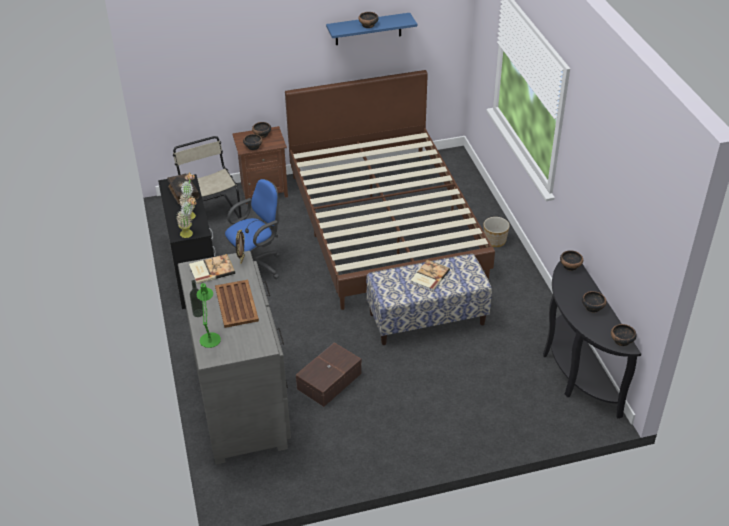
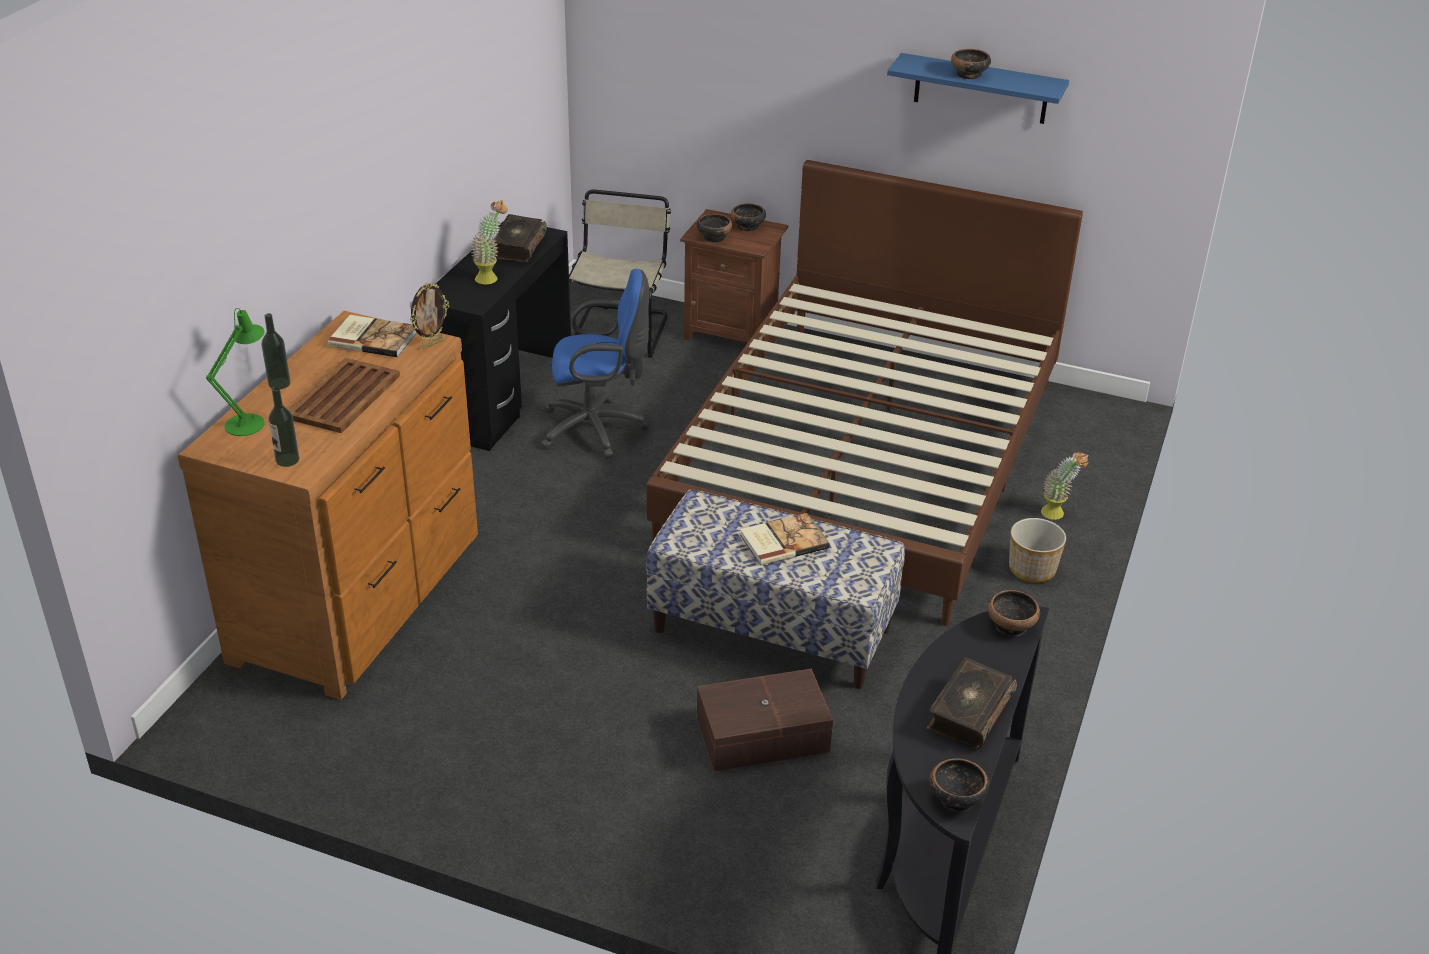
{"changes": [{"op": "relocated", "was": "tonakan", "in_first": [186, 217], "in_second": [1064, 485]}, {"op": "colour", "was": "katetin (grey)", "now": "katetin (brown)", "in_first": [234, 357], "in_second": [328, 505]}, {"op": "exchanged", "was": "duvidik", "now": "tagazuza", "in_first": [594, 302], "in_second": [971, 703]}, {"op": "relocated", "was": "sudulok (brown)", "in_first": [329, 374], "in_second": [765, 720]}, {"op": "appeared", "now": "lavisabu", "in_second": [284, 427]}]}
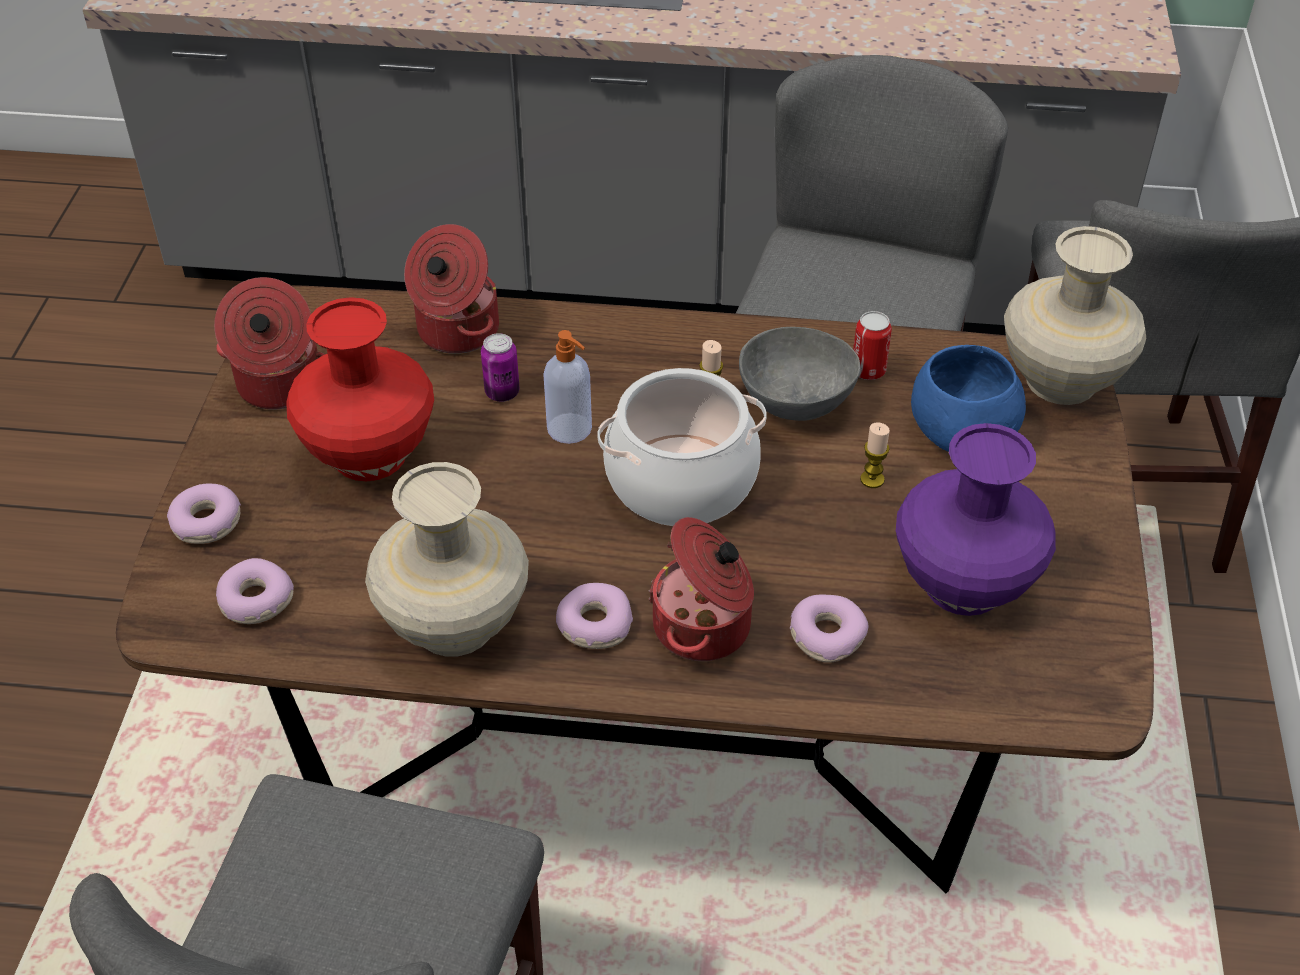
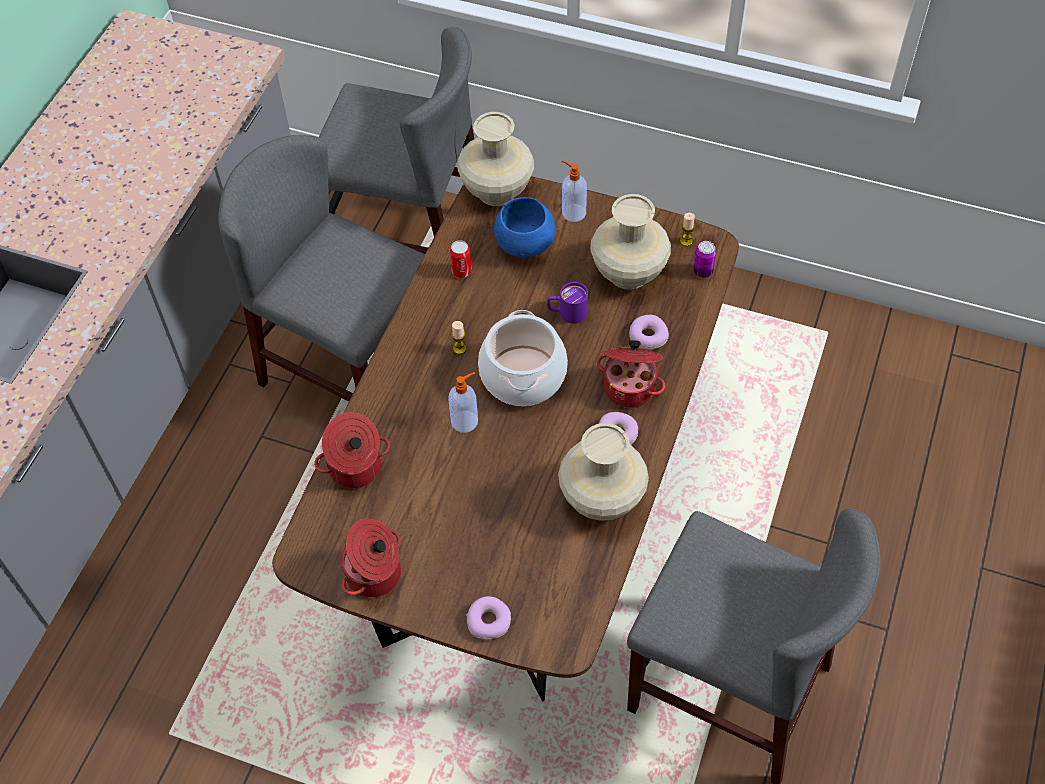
{"changes": [{"op": "missing", "was": "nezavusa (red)", "in_first": [360, 389]}, {"op": "missing", "was": "duvidik (grey)", "in_first": [799, 374]}, {"op": "relocated", "was": "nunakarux", "in_first": [500, 367], "in_second": [704, 259]}, {"op": "relocated", "was": "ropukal", "in_first": [875, 455], "in_second": [687, 229]}, {"op": "colour", "was": "nezavusa (purple)", "now": "nezavusa (beige)", "in_first": [976, 519], "in_second": [630, 242]}, {"op": "missing", "was": "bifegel", "in_first": [255, 591]}, {"op": "appeared", "now": "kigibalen", "in_second": [574, 191]}, {"op": "appeared", "now": "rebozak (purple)", "in_second": [567, 303]}]}
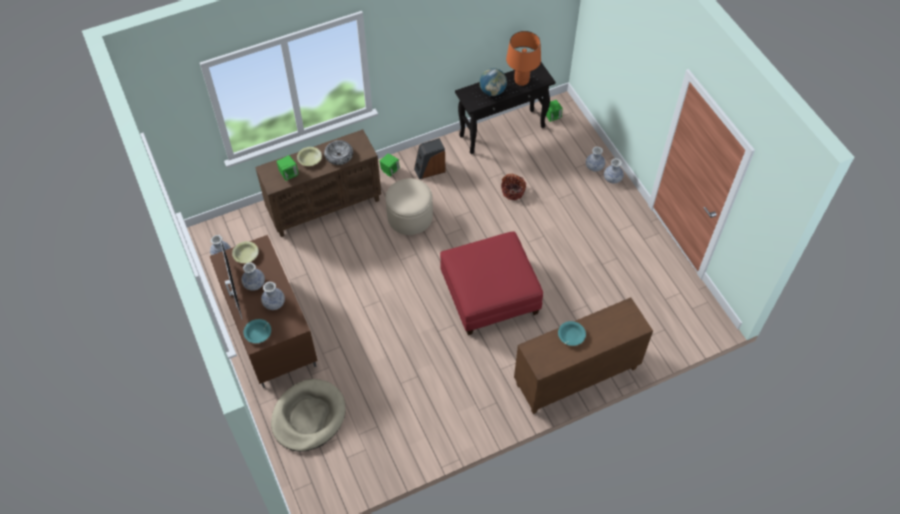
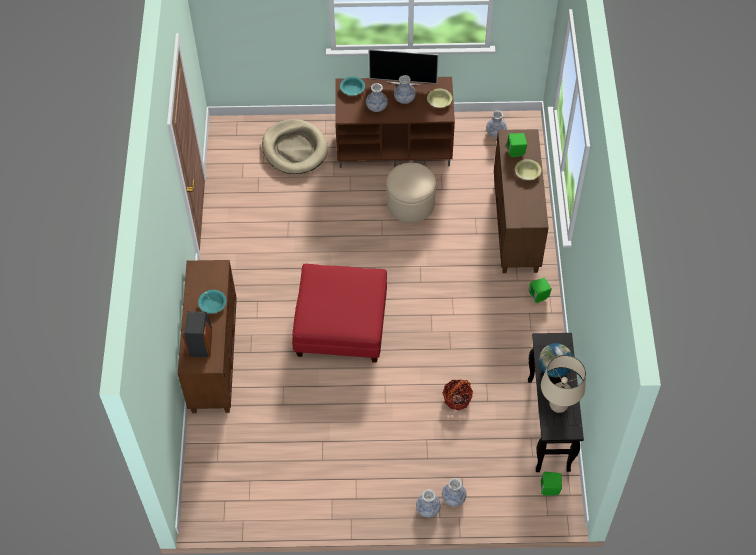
{"changes": [{"op": "colour", "was": "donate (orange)", "now": "donate (beige)", "in_first": [523, 58], "in_second": [563, 384]}, {"op": "relocated", "was": "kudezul", "in_first": [430, 158], "in_second": [197, 334]}, {"op": "missing", "was": "duvidik", "in_first": [338, 152]}, {"op": "relocated", "was": "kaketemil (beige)", "in_first": [409, 206], "in_second": [411, 193]}]}
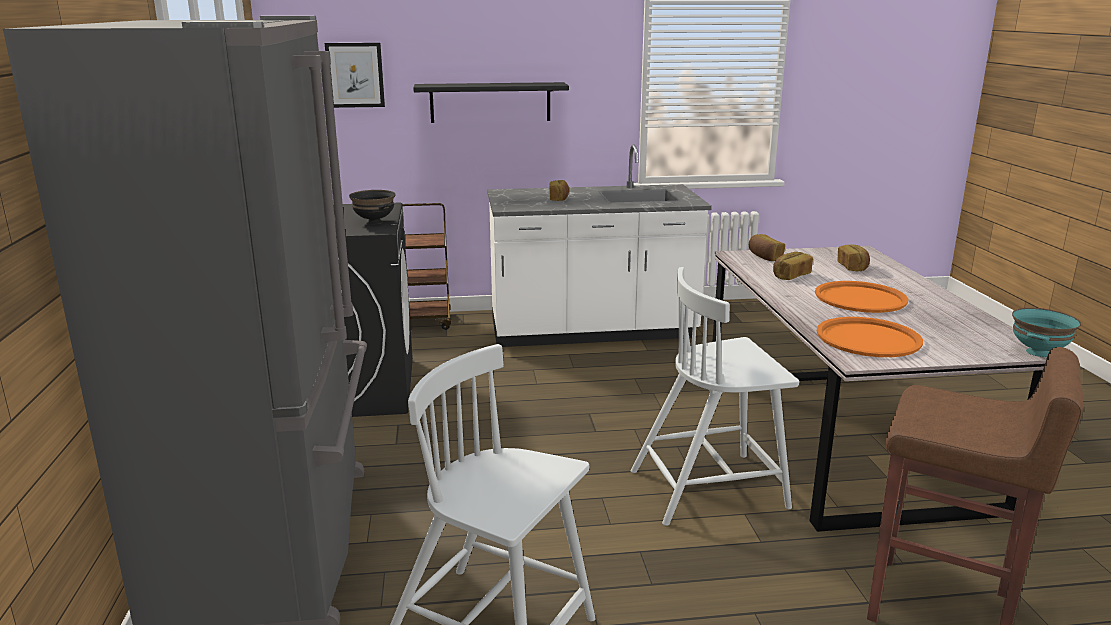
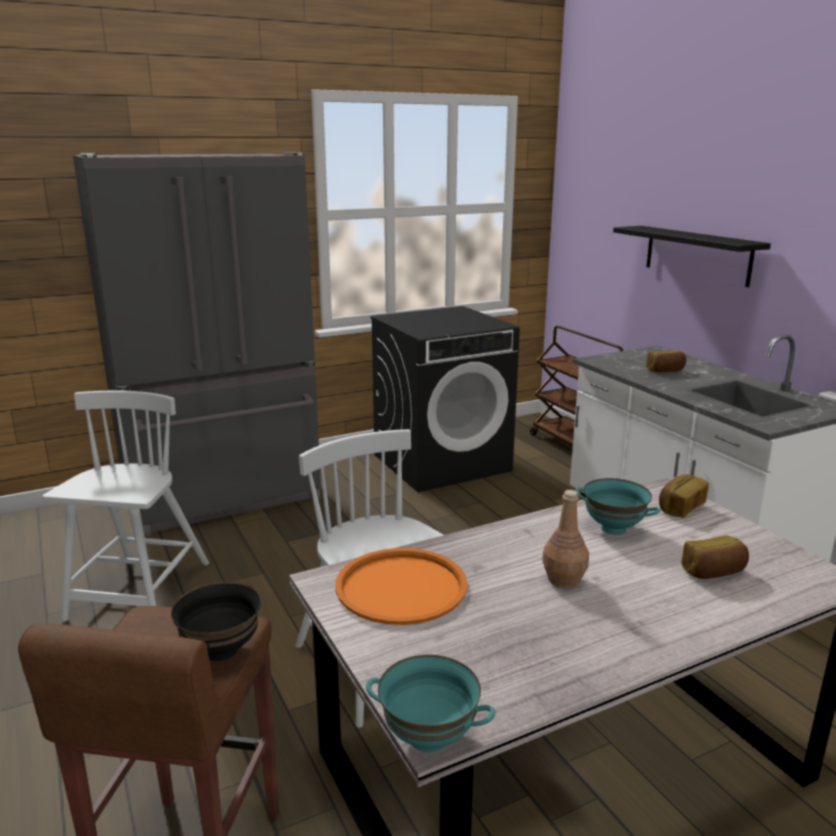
{"changes": [{"op": "missing", "was": "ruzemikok", "in_first": [355, 75]}, {"op": "relocated", "was": "duvidik (black)", "in_first": [372, 207], "in_second": [216, 621]}, {"op": "exchanged", "was": "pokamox", "now": "duvidik (turquoise)", "in_first": [793, 266], "in_second": [617, 506]}, {"op": "exchanged", "was": "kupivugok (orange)", "now": "lavisabu (brown)", "in_first": [861, 297], "in_second": [565, 539]}]}
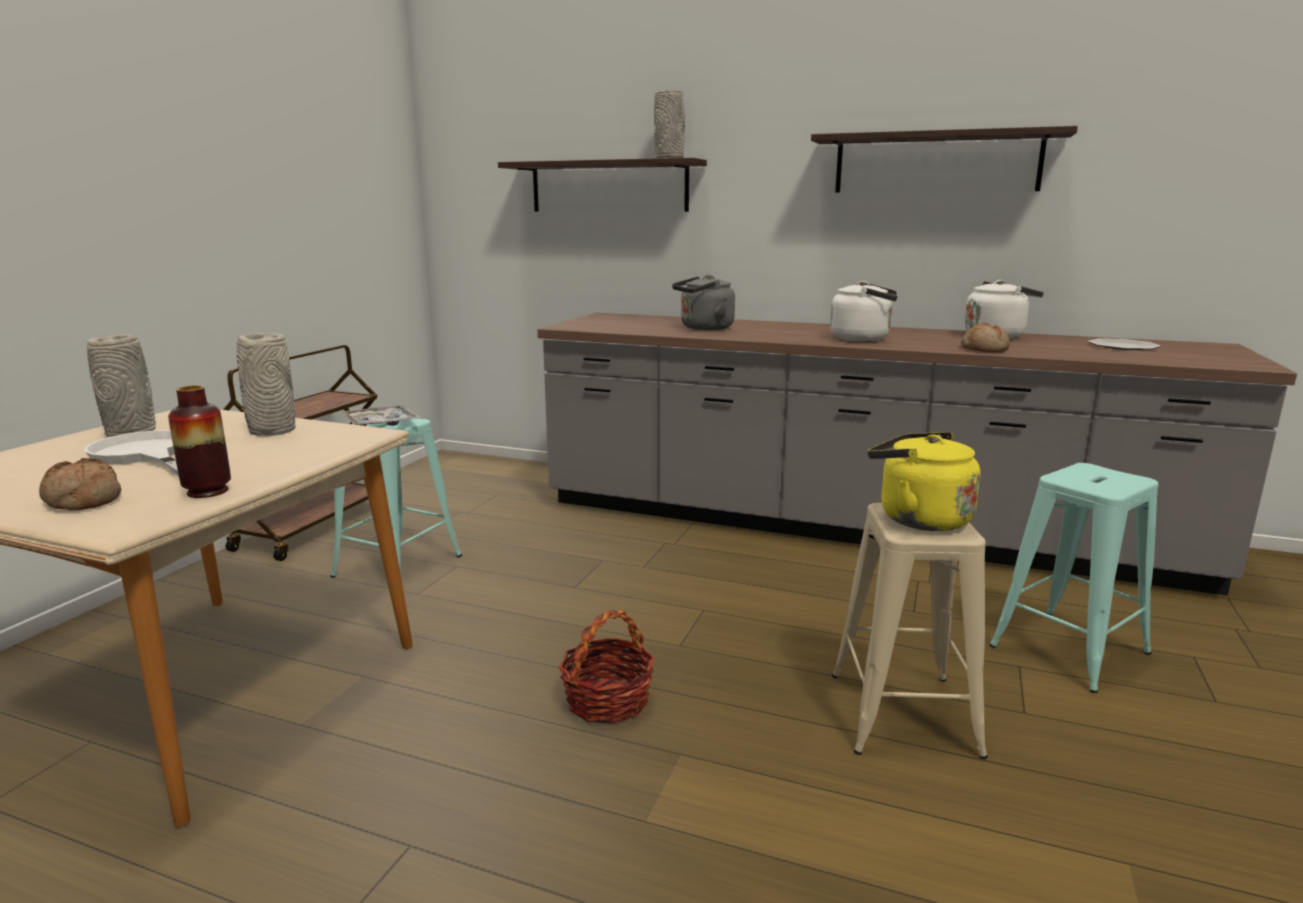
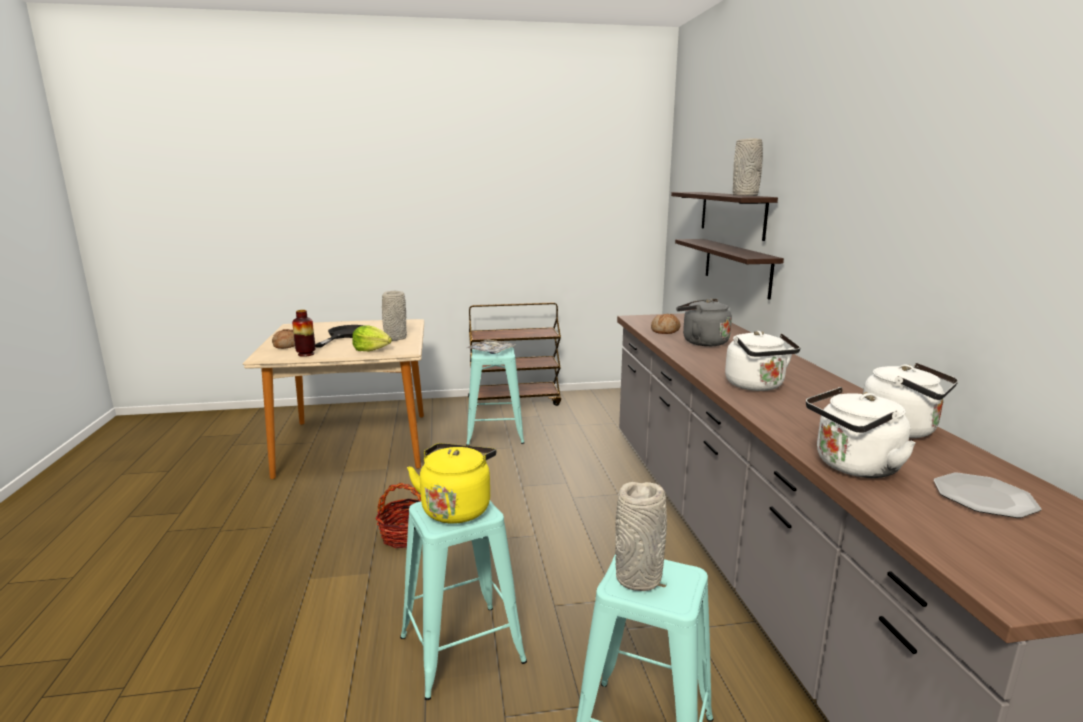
{"changes": [{"op": "relocated", "was": "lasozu", "in_first": [944, 159], "in_second": [729, 269]}, {"op": "relocated", "was": "pokamox", "in_first": [985, 338], "in_second": [665, 324]}, {"op": "relocated", "was": "nezavusa (grey)", "in_first": [121, 385], "in_second": [641, 536]}, {"op": "colour", "was": "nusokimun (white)", "now": "nusokimun (black)", "in_first": [131, 453], "in_second": [339, 336]}, {"op": "colour", "was": "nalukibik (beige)", "now": "nalukibik (turquoise)", "in_first": [910, 631], "in_second": [463, 600]}, {"op": "appeared", "now": "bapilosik", "in_second": [372, 338]}, {"op": "appeared", "now": "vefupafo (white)", "in_second": [861, 432]}]}
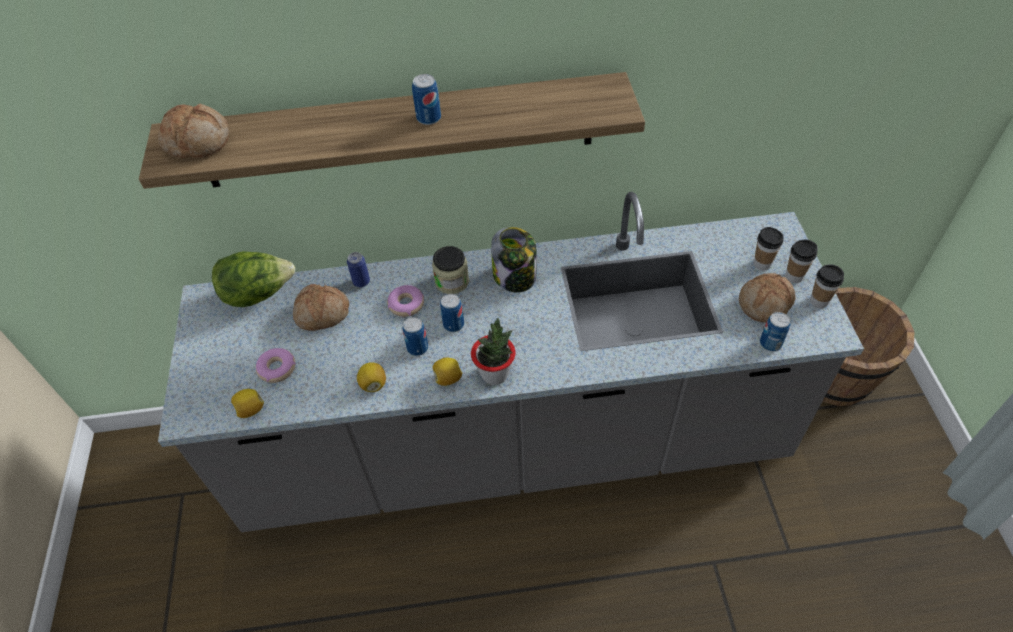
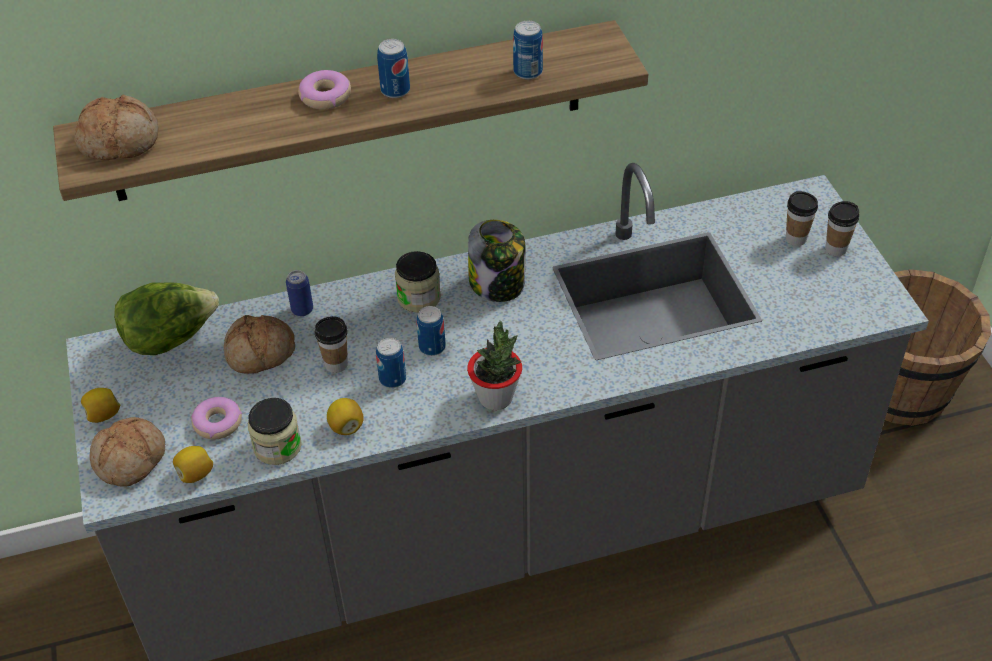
{"changes": [{"op": "relocated", "was": "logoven", "in_first": [827, 286], "in_second": [331, 344]}, {"op": "relocated", "was": "pokamox", "in_first": [767, 298], "in_second": [127, 452]}, {"op": "relocated", "was": "bifegel", "in_first": [405, 301], "in_second": [324, 90]}, {"op": "relocated", "was": "nunakarux", "in_first": [775, 331], "in_second": [528, 50]}, {"op": "relocated", "was": "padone", "in_first": [447, 372], "in_second": [100, 405]}, {"op": "appeared", "now": "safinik", "in_second": [275, 431]}]}
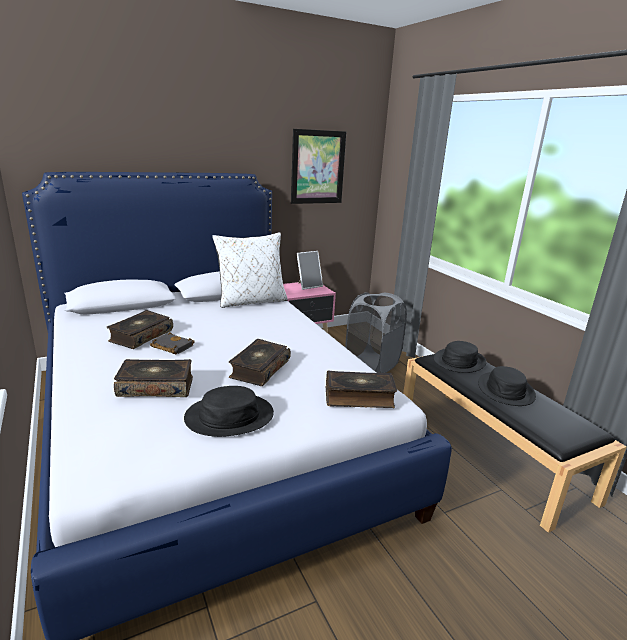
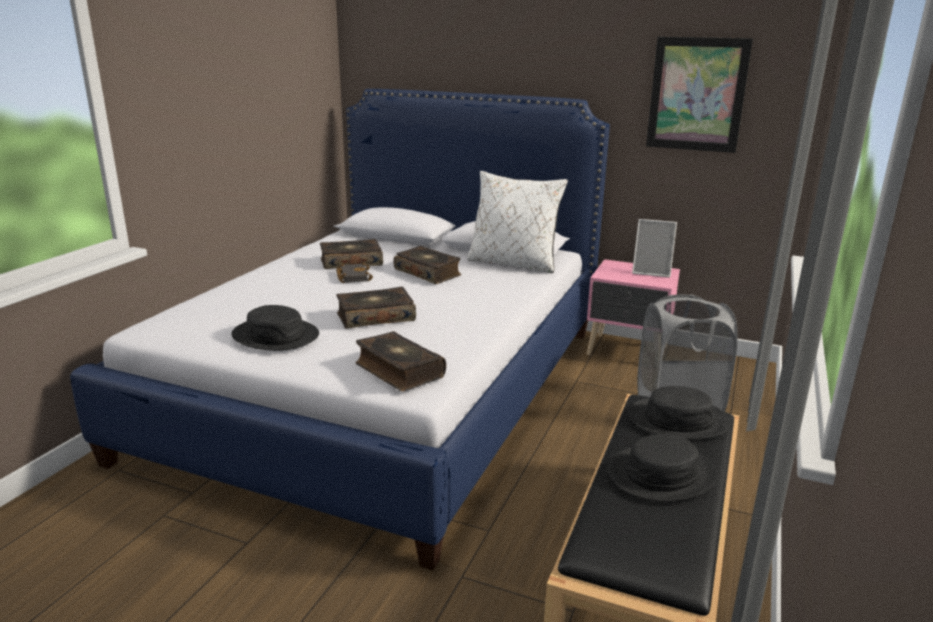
{"changes": [{"op": "relocated", "was": "tagazuza", "in_first": [153, 378], "in_second": [427, 265]}]}
